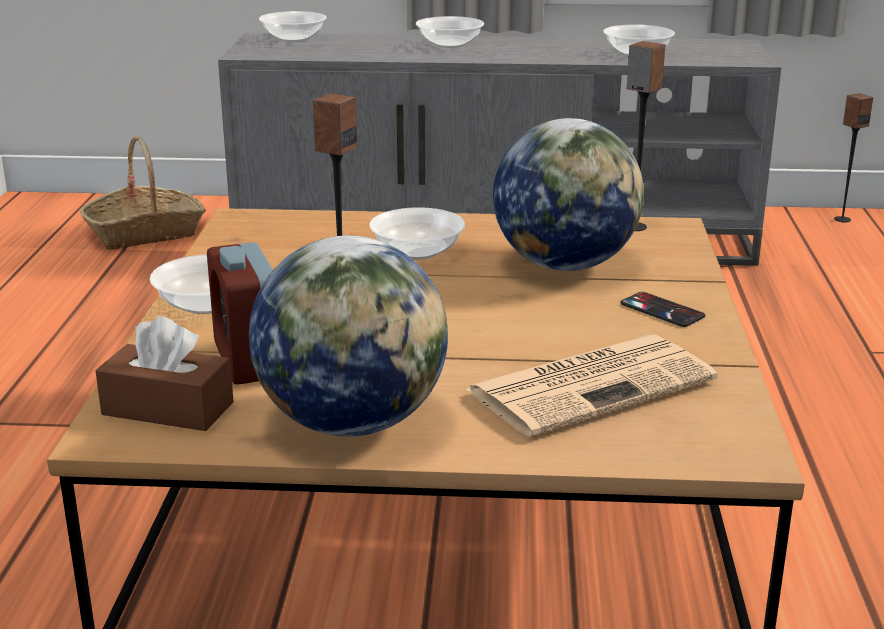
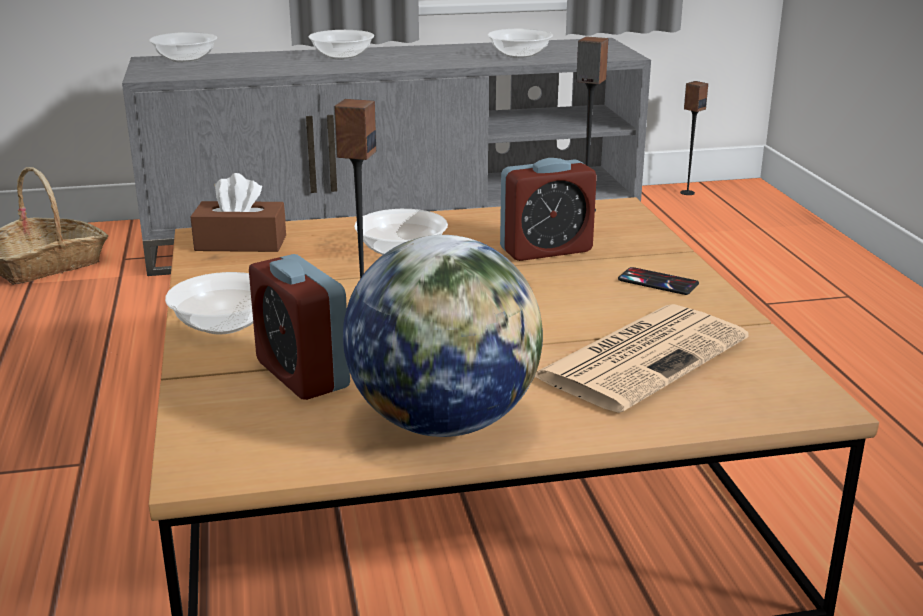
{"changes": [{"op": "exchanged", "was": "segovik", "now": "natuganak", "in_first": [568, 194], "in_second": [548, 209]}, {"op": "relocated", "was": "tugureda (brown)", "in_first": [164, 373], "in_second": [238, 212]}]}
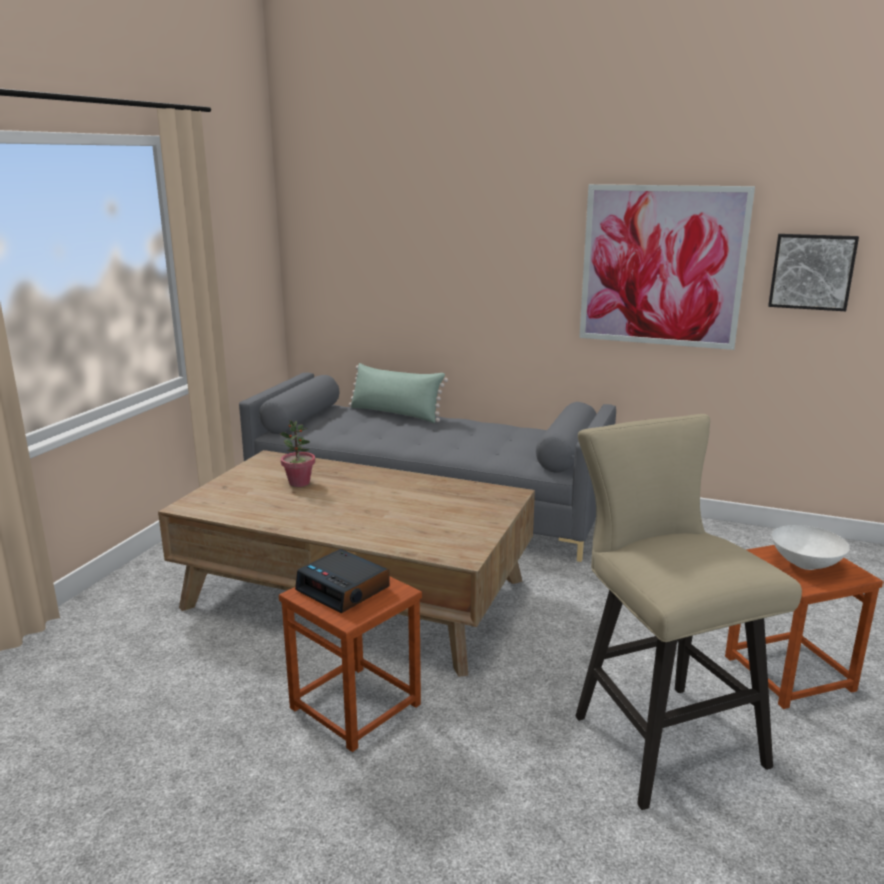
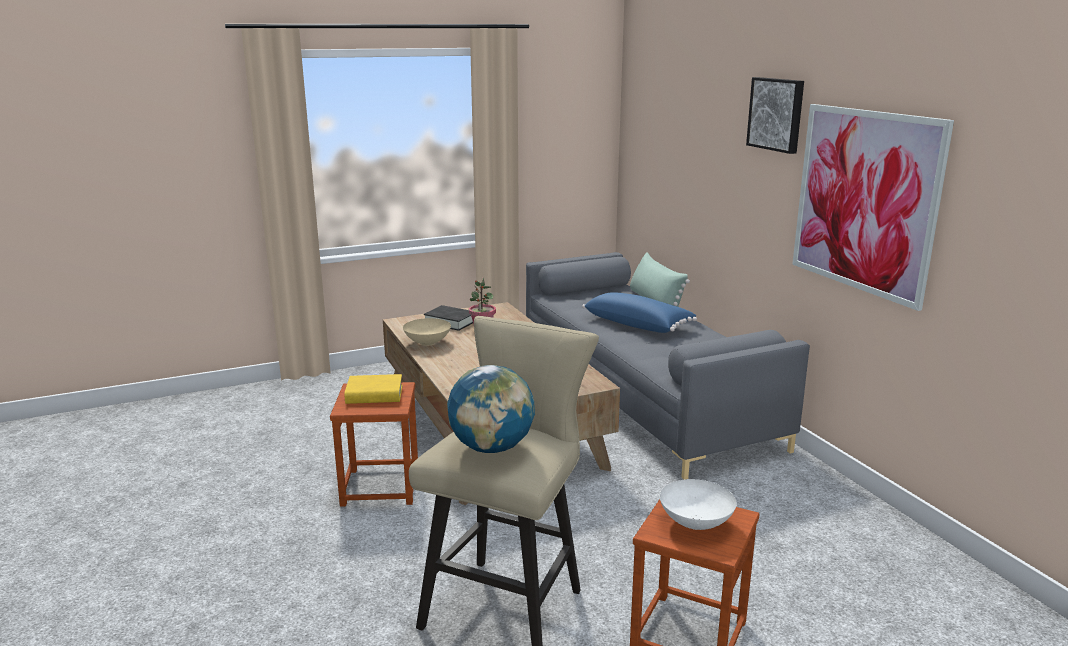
{"changes": [{"op": "relocated", "was": "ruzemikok", "in_first": [813, 272], "in_second": [775, 115]}, {"op": "exchanged", "was": "natuganak", "now": "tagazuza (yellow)", "in_first": [342, 581], "in_second": [373, 389]}, {"op": "appeared", "now": "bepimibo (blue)", "in_second": [639, 312]}, {"op": "appeared", "now": "tagazuza (black)", "in_second": [448, 318]}, {"op": "appeared", "now": "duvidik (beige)", "in_second": [427, 332]}, {"op": "appeared", "now": "segovik", "in_second": [491, 409]}]}
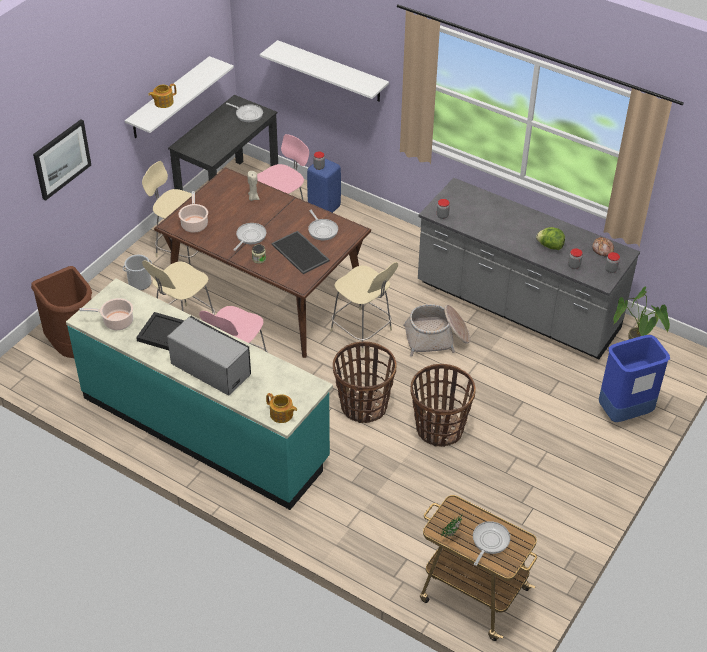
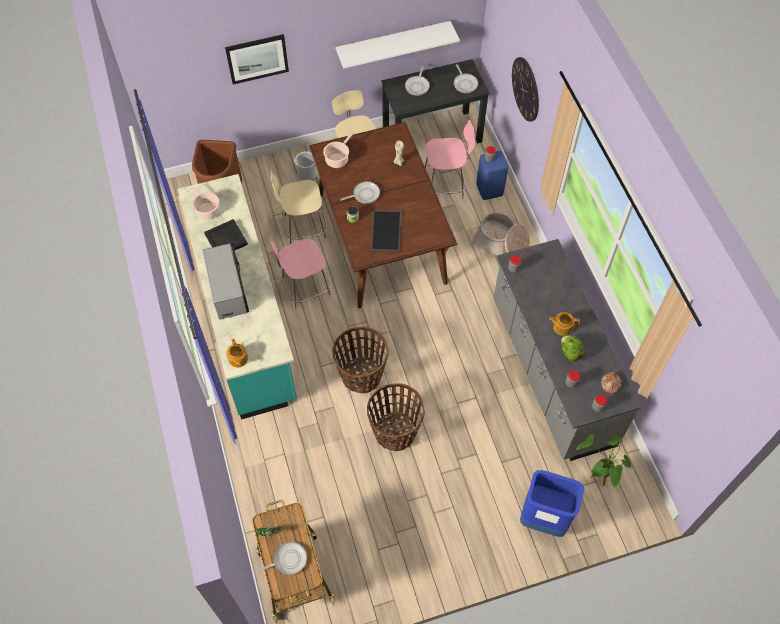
{"changes": [{"op": "exchanged", "was": "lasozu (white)", "now": "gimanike", "in_first": [324, 71], "in_second": [525, 89]}, {"op": "relocated", "was": "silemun", "in_first": [162, 96], "in_second": [564, 324]}, {"op": "relocated", "was": "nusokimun", "in_first": [323, 225], "in_second": [417, 81]}, {"op": "missing", "was": "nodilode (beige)", "in_first": [364, 307]}, {"op": "relocated", "was": "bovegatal", "in_first": [436, 330], "in_second": [500, 234]}]}
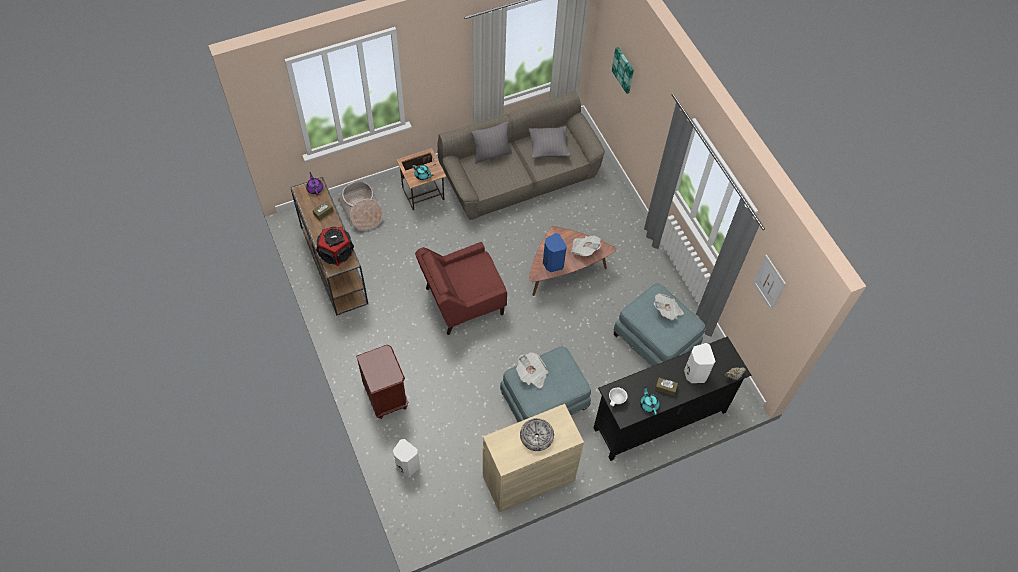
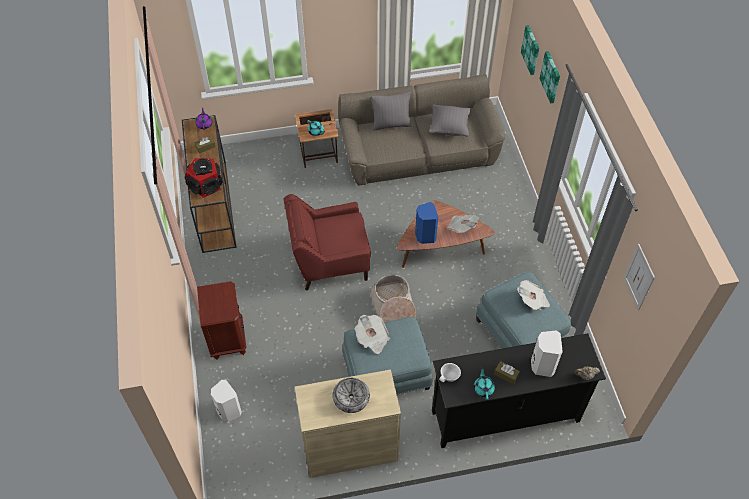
{"changes": [{"op": "relocated", "was": "bovegatal", "in_first": [360, 206], "in_second": [392, 298]}, {"op": "appeared", "now": "ruzemikok", "in_second": [549, 77]}]}
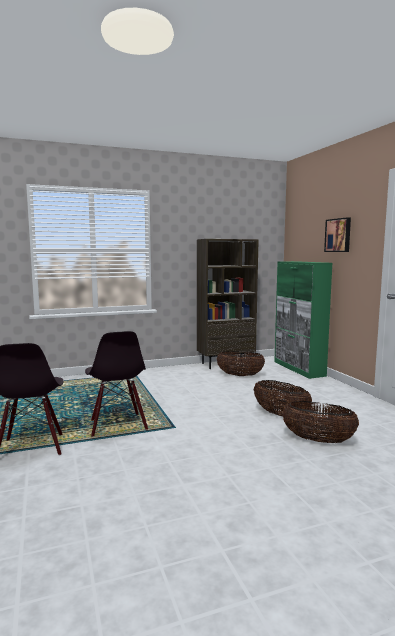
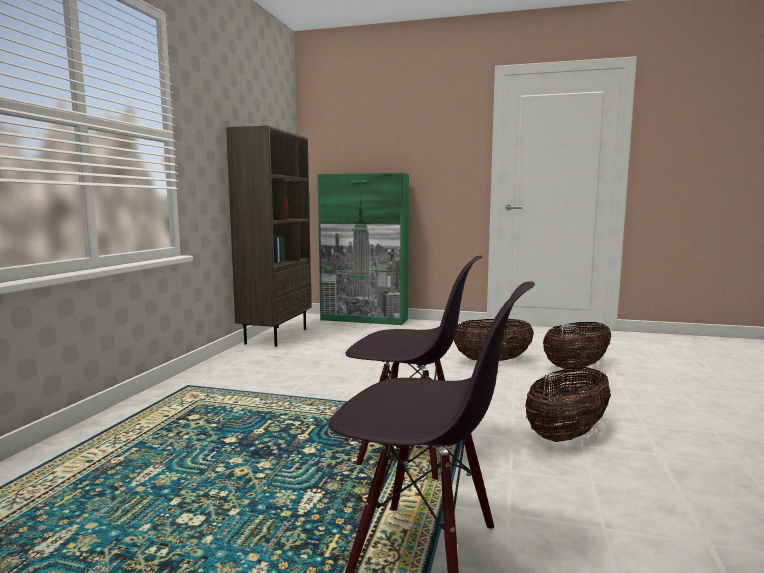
{"changes": [{"op": "missing", "was": "ruzemikok", "in_first": [337, 234]}, {"op": "relocated", "was": "bovegatal", "in_first": [241, 363], "in_second": [568, 404]}]}
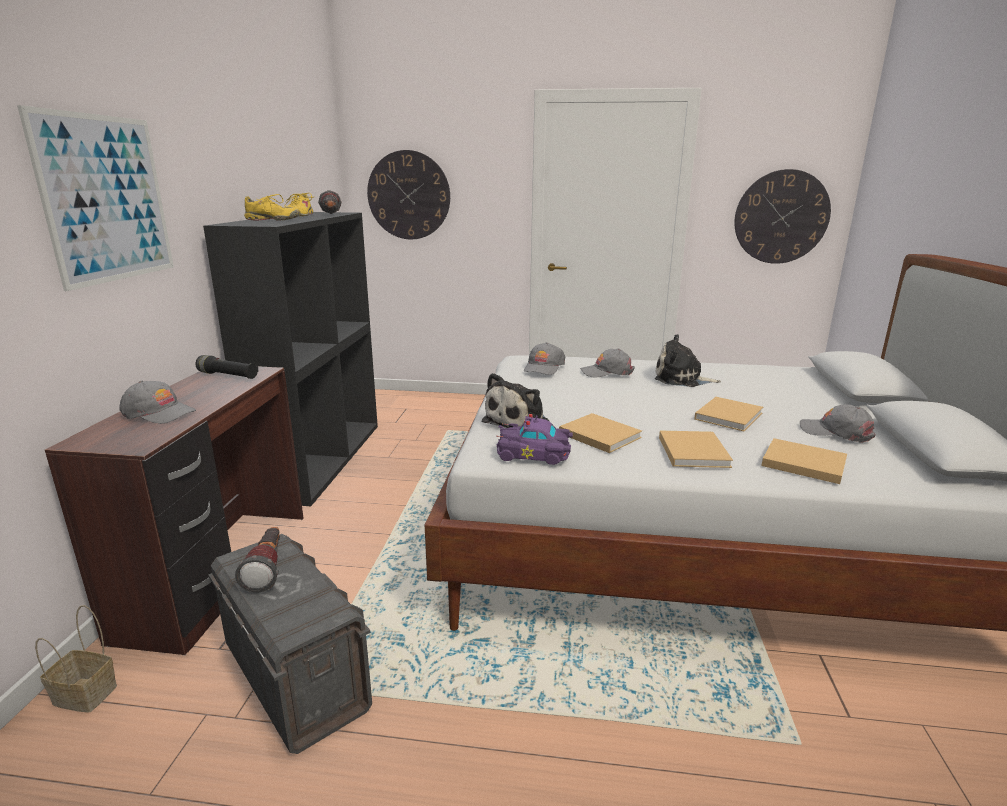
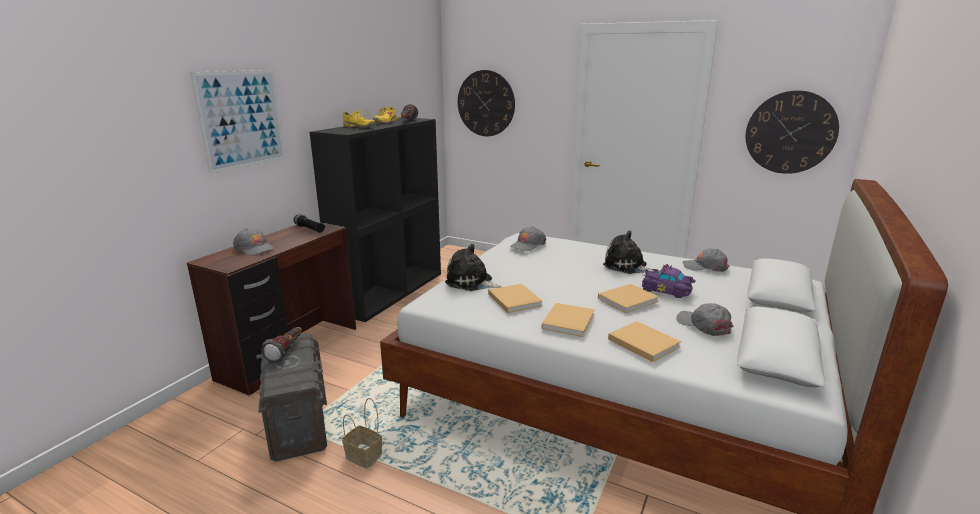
{"changes": [{"op": "relocated", "was": "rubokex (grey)", "in_first": [607, 363], "in_second": [706, 260]}, {"op": "spun", "was": "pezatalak", "in_first": [515, 400], "in_second": [473, 267], "clockwise": 60}, {"op": "relocated", "was": "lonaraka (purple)", "in_first": [535, 439], "in_second": [669, 281]}, {"op": "relocated", "was": "bovegatal", "in_first": [76, 659], "in_second": [362, 433]}]}
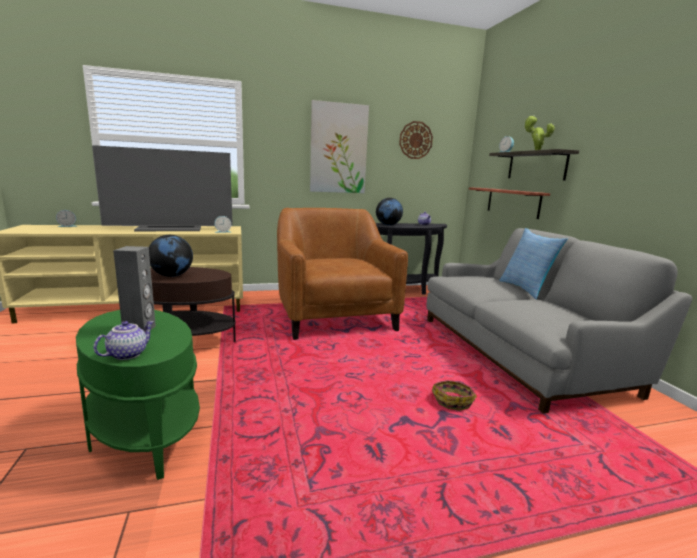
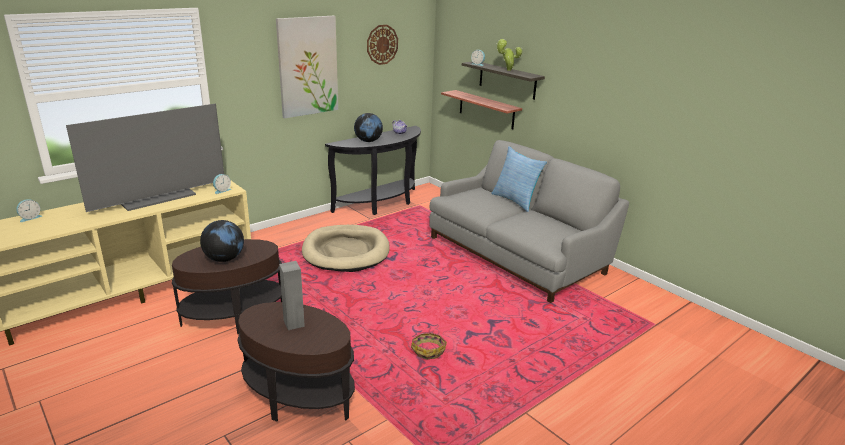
{"changes": [{"op": "exchanged", "was": "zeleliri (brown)", "now": "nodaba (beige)", "in_first": [342, 274], "in_second": [346, 248]}, {"op": "colour", "was": "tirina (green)", "now": "tirina (brown)", "in_first": [138, 395], "in_second": [296, 362]}, {"op": "missing", "was": "silemun", "in_first": [123, 340]}, {"op": "relocated", "was": "bovegatal", "in_first": [454, 395], "in_second": [429, 345]}]}
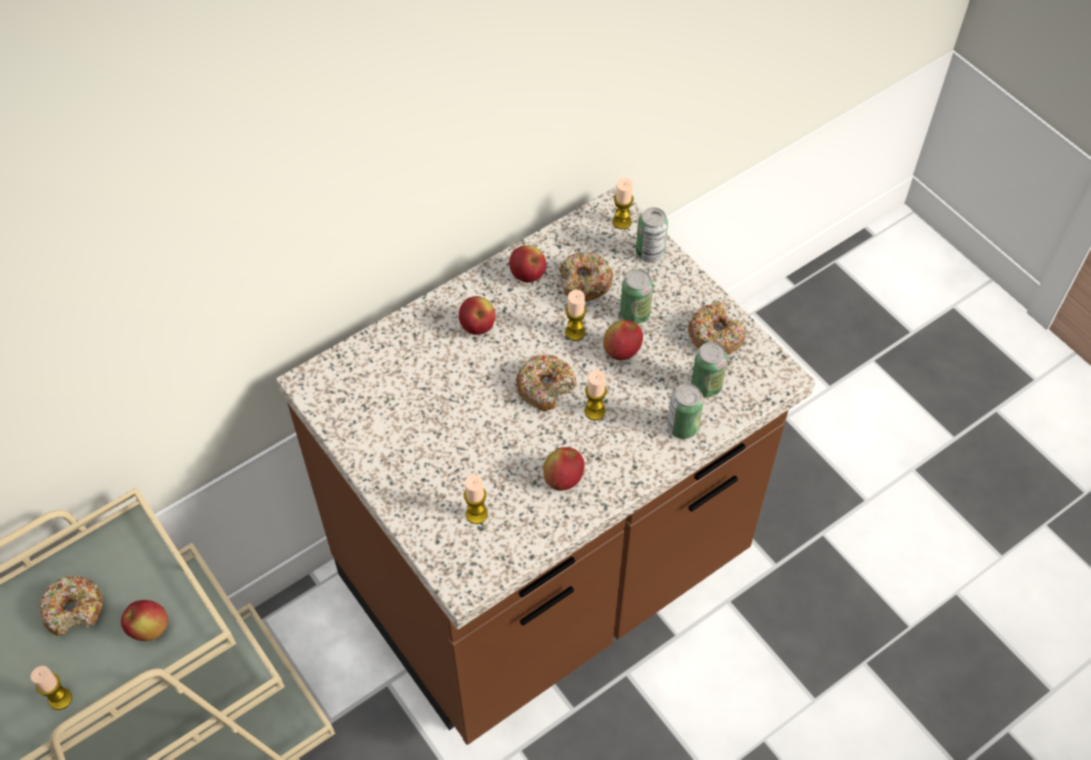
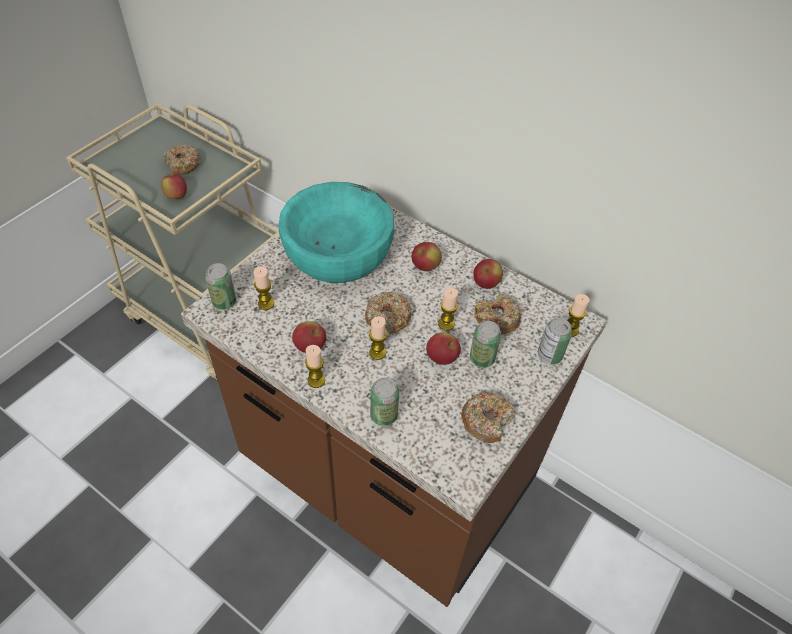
{"changes": [{"op": "relocated", "was": "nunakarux", "in_first": [709, 369], "in_second": [221, 286]}, {"op": "relocated", "was": "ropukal", "in_first": [51, 688], "in_second": [315, 366]}, {"op": "appeared", "now": "duvidik (turquoise)", "in_second": [336, 232]}]}
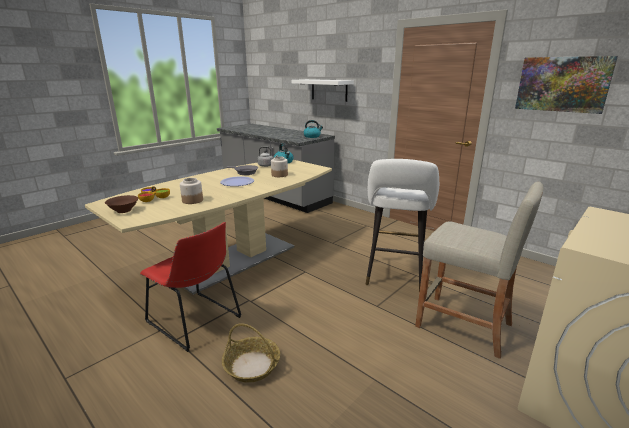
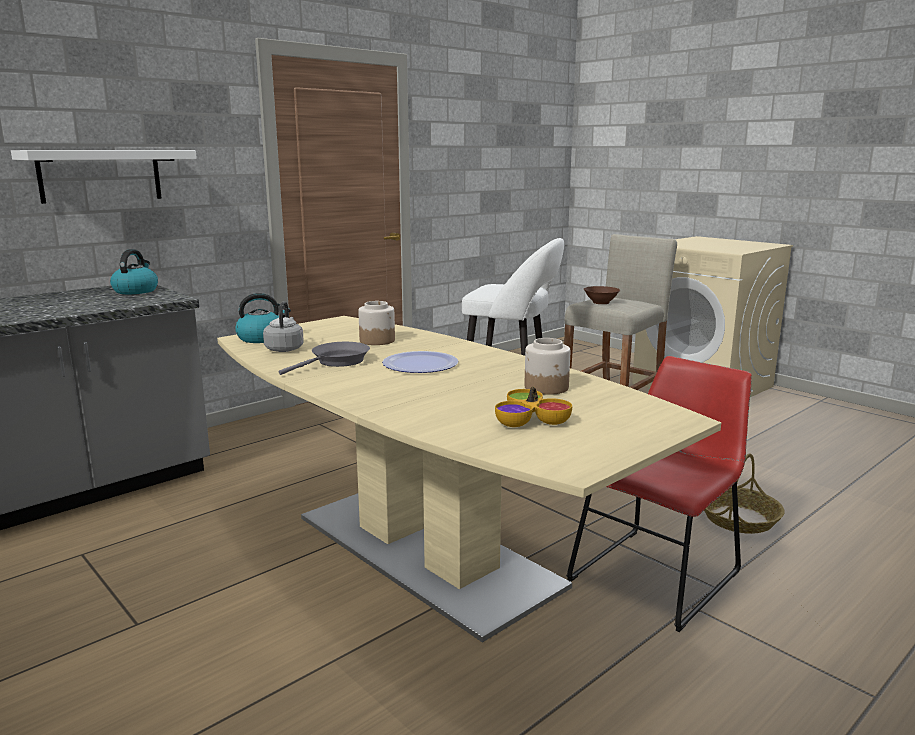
{"changes": [{"op": "missing", "was": "ruzemikok", "in_first": [566, 85]}, {"op": "relocated", "was": "duvidik (brown)", "in_first": [122, 204], "in_second": [602, 295]}]}
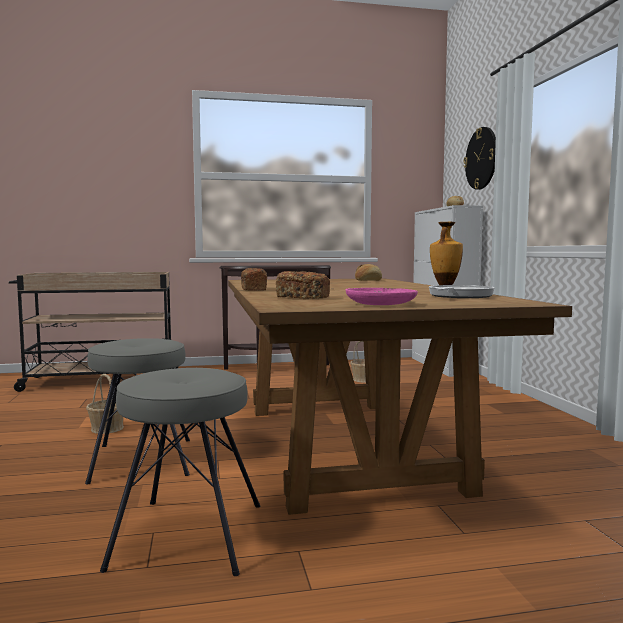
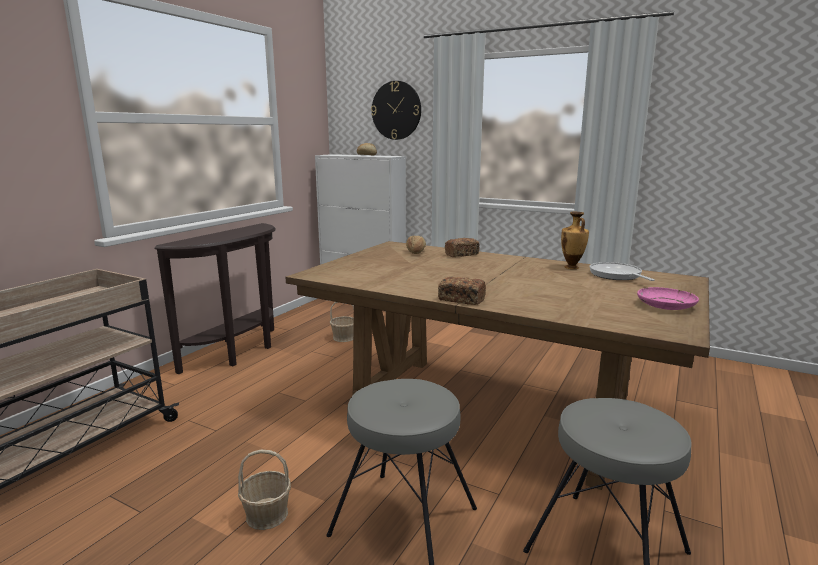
{"changes": [{"op": "relocated", "was": "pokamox", "in_first": [303, 285], "in_second": [462, 247]}]}
